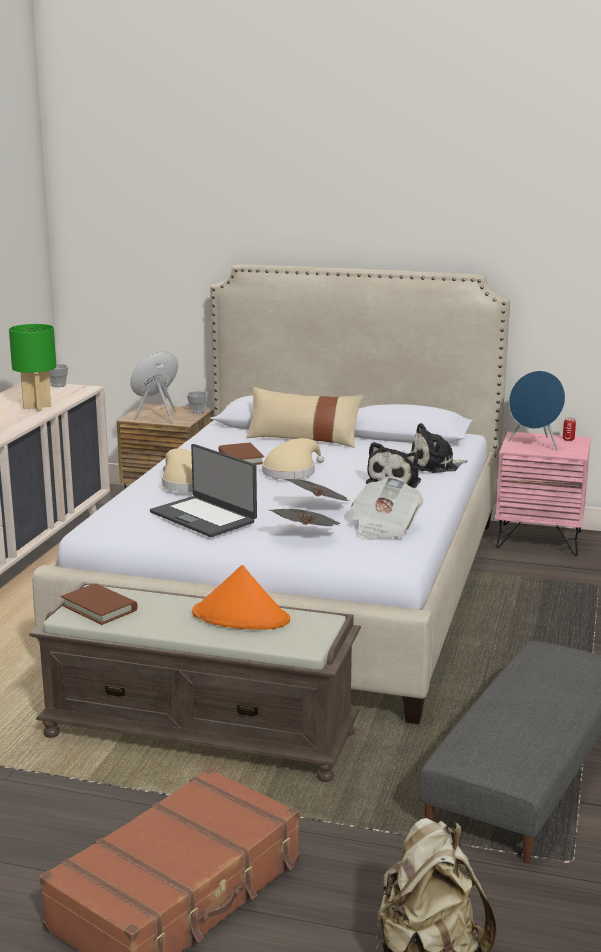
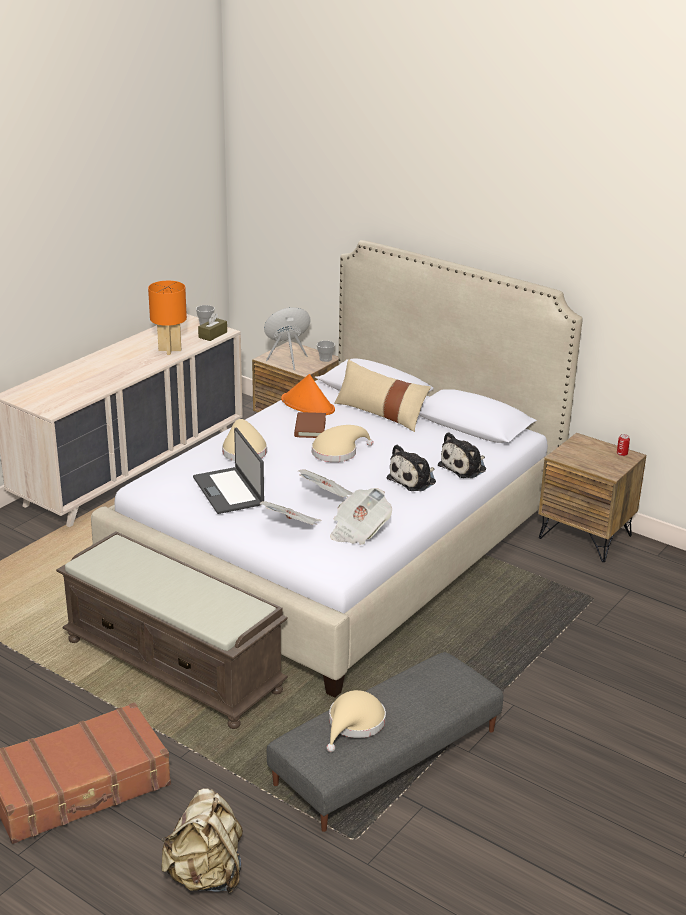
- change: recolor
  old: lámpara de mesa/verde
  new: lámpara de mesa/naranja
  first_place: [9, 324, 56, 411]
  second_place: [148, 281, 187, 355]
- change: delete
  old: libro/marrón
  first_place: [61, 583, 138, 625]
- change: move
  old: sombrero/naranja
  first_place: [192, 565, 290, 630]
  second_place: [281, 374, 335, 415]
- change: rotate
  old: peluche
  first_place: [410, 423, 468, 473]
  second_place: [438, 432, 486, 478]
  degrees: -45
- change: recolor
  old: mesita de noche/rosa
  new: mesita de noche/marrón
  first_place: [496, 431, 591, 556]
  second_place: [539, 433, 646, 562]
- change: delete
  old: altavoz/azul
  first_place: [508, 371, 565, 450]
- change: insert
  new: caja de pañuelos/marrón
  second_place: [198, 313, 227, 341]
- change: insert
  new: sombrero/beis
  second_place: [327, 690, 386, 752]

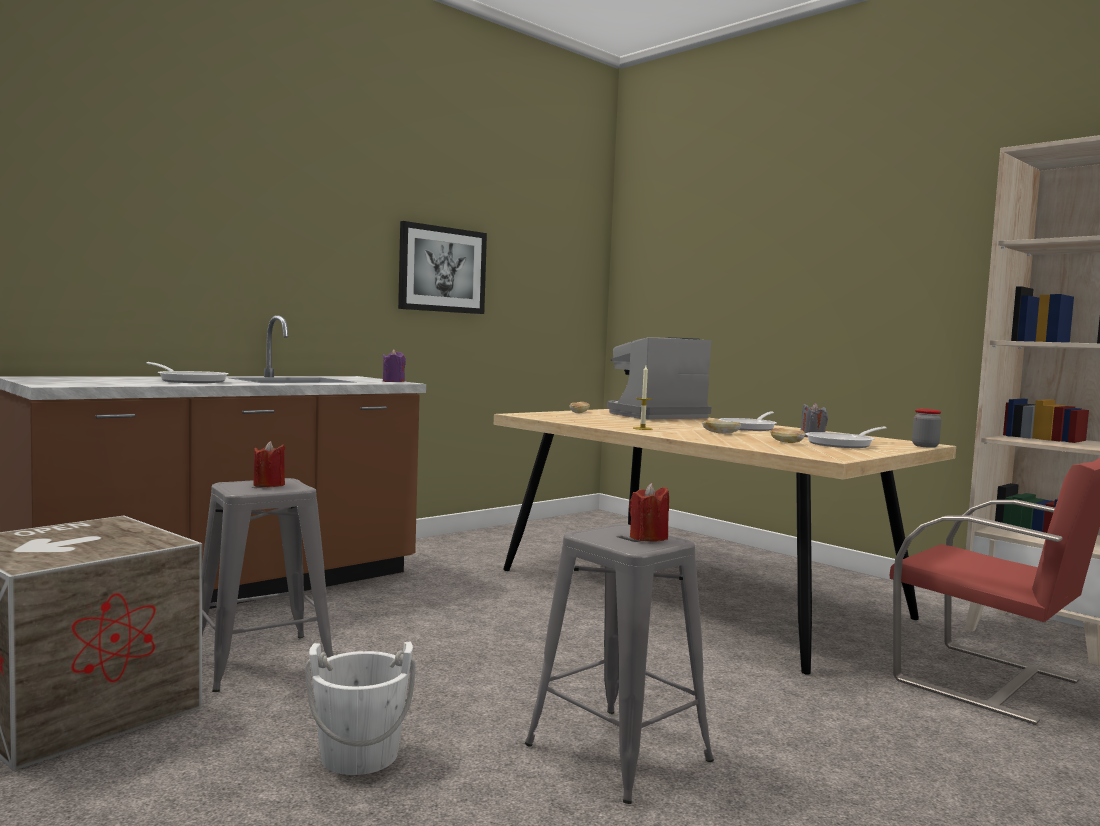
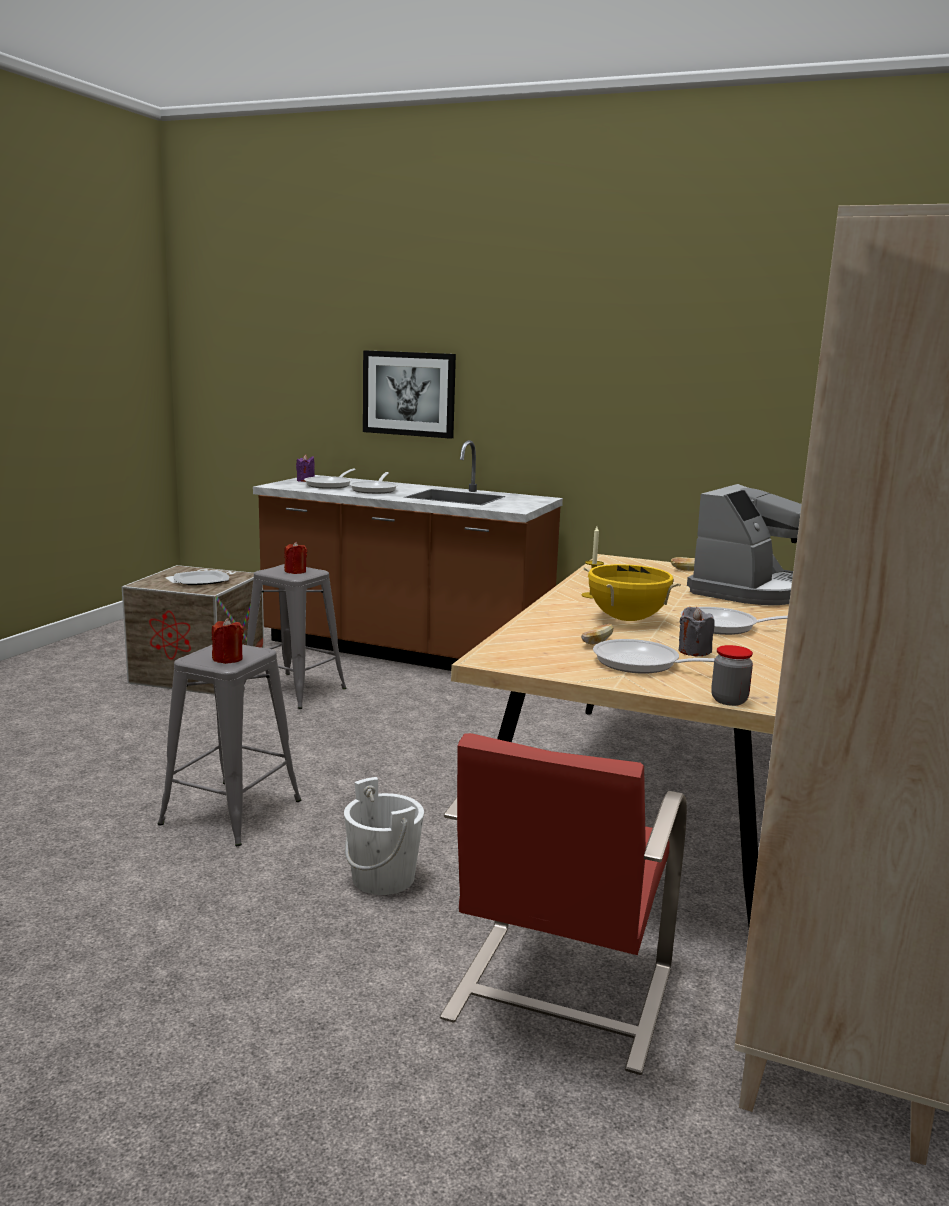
- change: move
  old: cubo/blanco
  first_place: [305, 642, 416, 775]
  second_place: [344, 777, 424, 895]
- change: move
  old: vela/morado
  first_place: [383, 349, 406, 382]
  second_place: [296, 455, 315, 482]
- change: move
  old: cuadro
  first_place: [398, 221, 487, 314]
  second_place: [363, 350, 456, 439]
- change: rotate
  old: cafetera
  first_place: [607, 337, 712, 419]
  second_place: [687, 484, 801, 605]
  degrees: 90
- change: replace
  old: pan
  new: olla/amarillo
  first_place: [702, 420, 741, 434]
  second_place: [583, 564, 681, 621]
- change: insert
  new: plato
  second_place: [173, 570, 229, 585]
- change: insert
  new: sartén
  second_place: [304, 468, 356, 489]

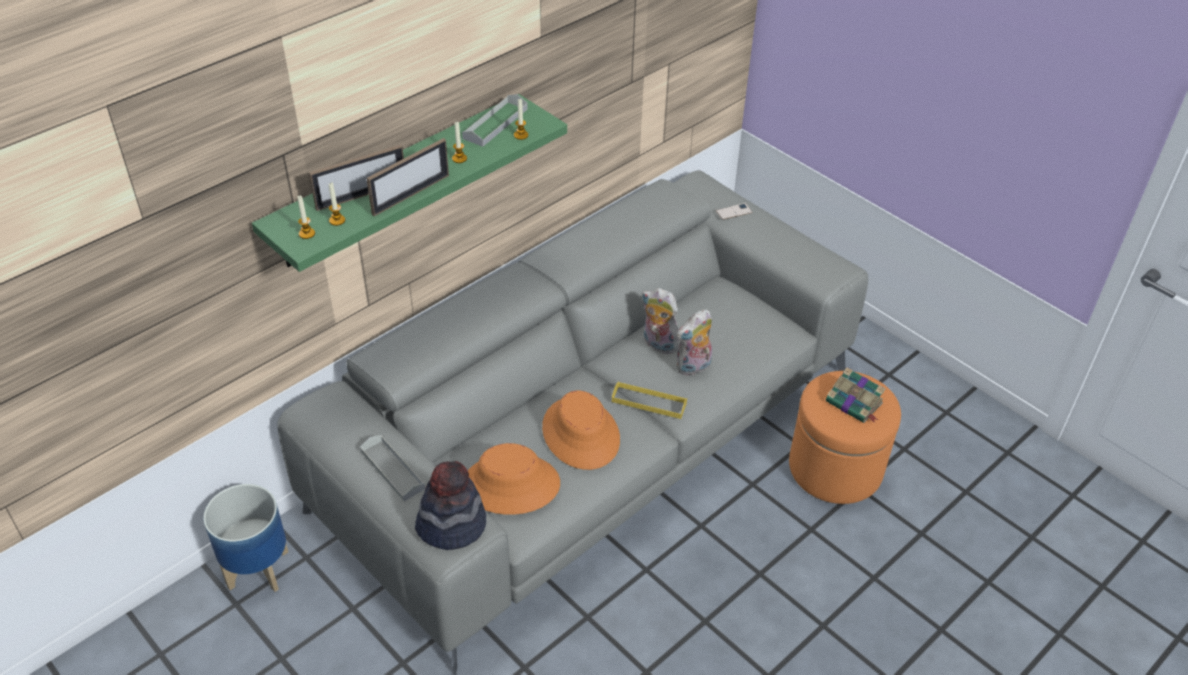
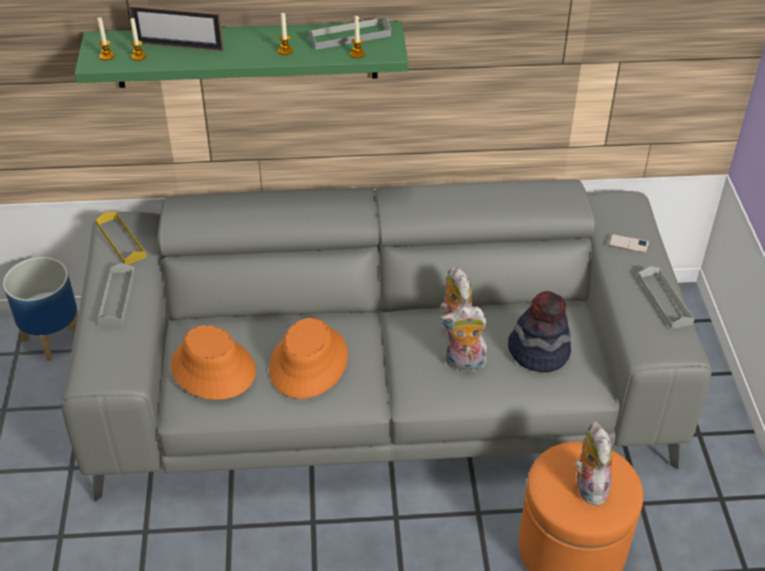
- change: delete
  old: portarretratos
  first_place: [366, 138, 449, 216]
- change: move
  old: sombrero
  first_place: [415, 461, 486, 550]
  second_place: [508, 291, 571, 372]
- change: move
  old: bandeja/amarillo
  first_place: [612, 381, 687, 419]
  second_place: [96, 212, 146, 265]
- change: replace
  old: libro
  new: peluche
  first_place: [826, 367, 886, 423]
  second_place: [574, 421, 613, 506]
- change: insert
  new: bandeja/gris
  second_place: [638, 266, 694, 329]

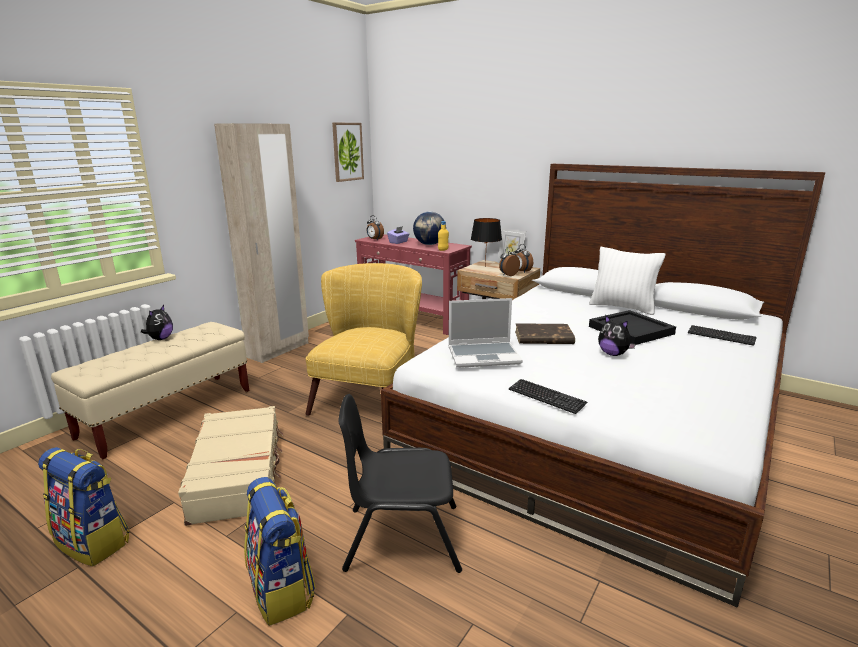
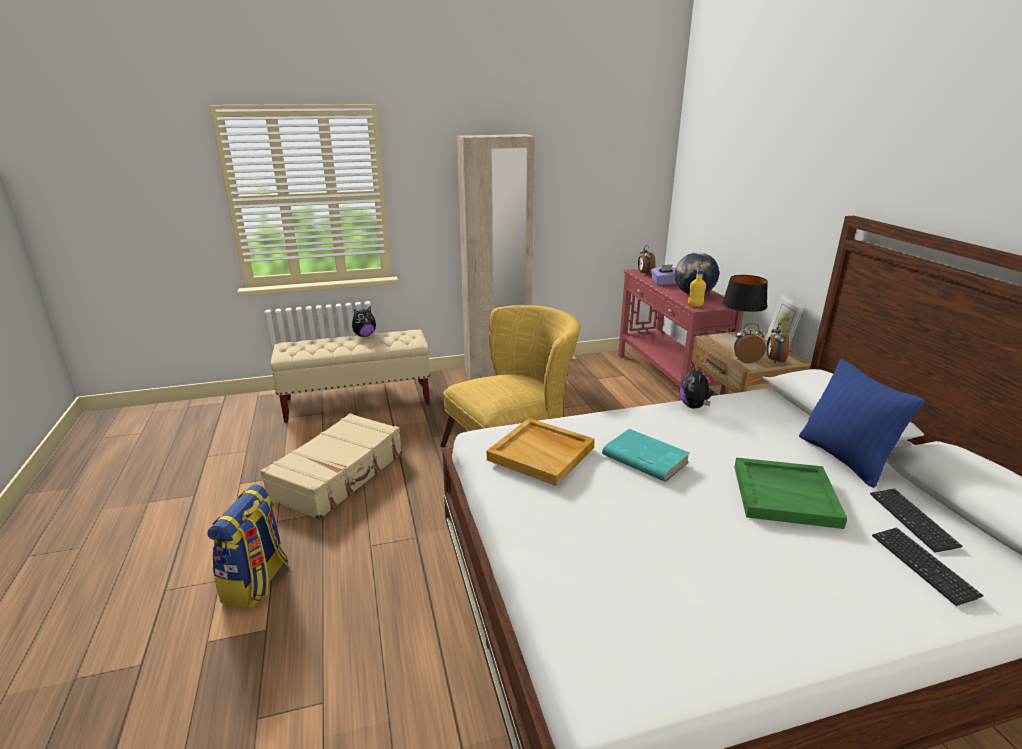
- change: delete
  old: mochila
  first_place: [38, 447, 130, 567]
- change: delete
  old: cuadro
  first_place: [332, 123, 364, 182]
- change: delete
  old: silla/negro
  first_place: [338, 394, 462, 573]
- change: replace
  old: portátil
  new: bandeja/beis
  first_place: [449, 298, 523, 368]
  second_place: [487, 418, 595, 486]
- change: move
  old: teclado
  first_place: [509, 379, 587, 414]
  second_place: [870, 489, 963, 553]
- change: recolor
  old: libro/marrón
  new: libro/turquesa
  first_place: [515, 323, 575, 344]
  second_place: [602, 429, 690, 482]
- change: recolor
  old: cojín/blanco
  new: cojín/azul
  first_place: [589, 247, 666, 315]
  second_place: [799, 359, 925, 488]
- change: recolor
  old: bandeja/negro
  new: bandeja/verde
  first_place: [589, 310, 676, 345]
  second_place: [734, 458, 847, 529]
- change: move
  old: peluche
  first_place: [598, 316, 636, 356]
  second_place: [680, 365, 713, 409]

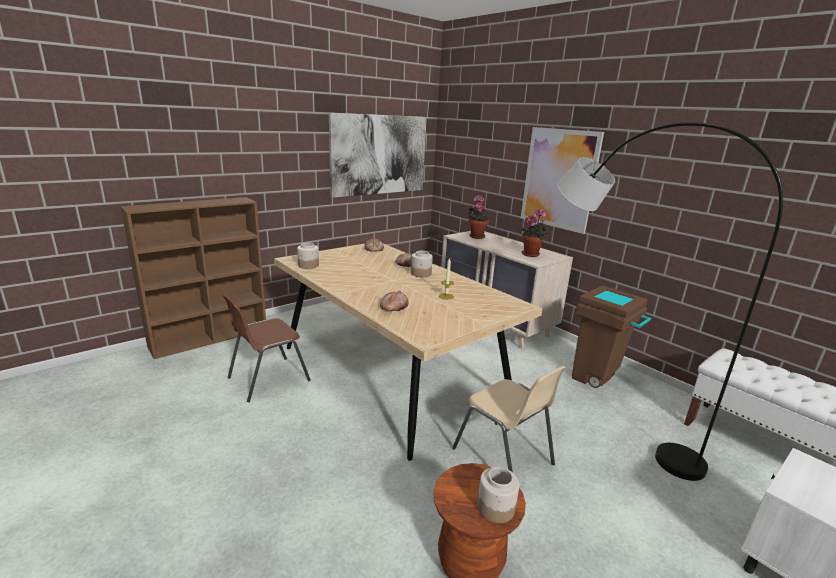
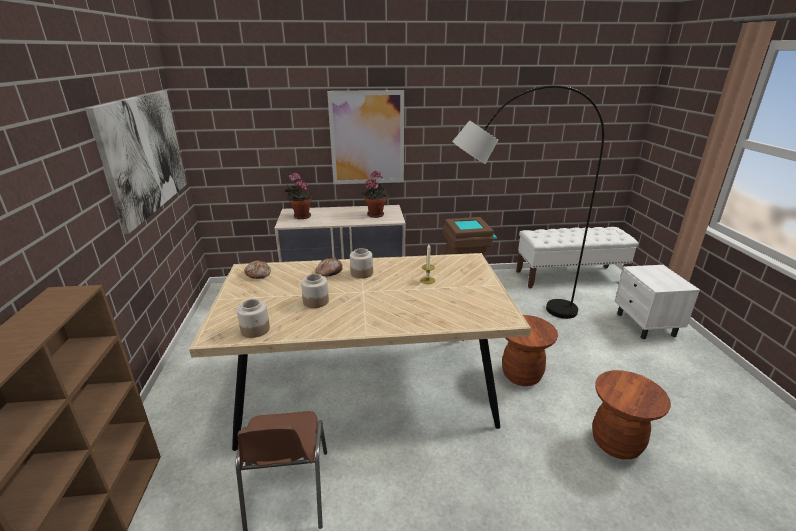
- change: delete
  old: pan
  first_place: [380, 291, 409, 311]
- change: replace
  old: silla/beis
  new: taburete/marrón
  first_place: [452, 366, 566, 472]
  second_place: [502, 315, 558, 386]
- change: move
  old: tarro
  first_place: [477, 467, 519, 523]
  second_place: [301, 274, 329, 308]

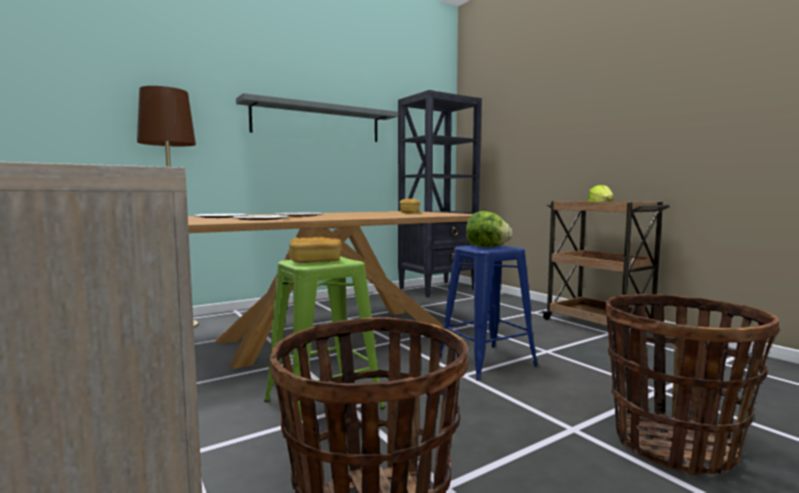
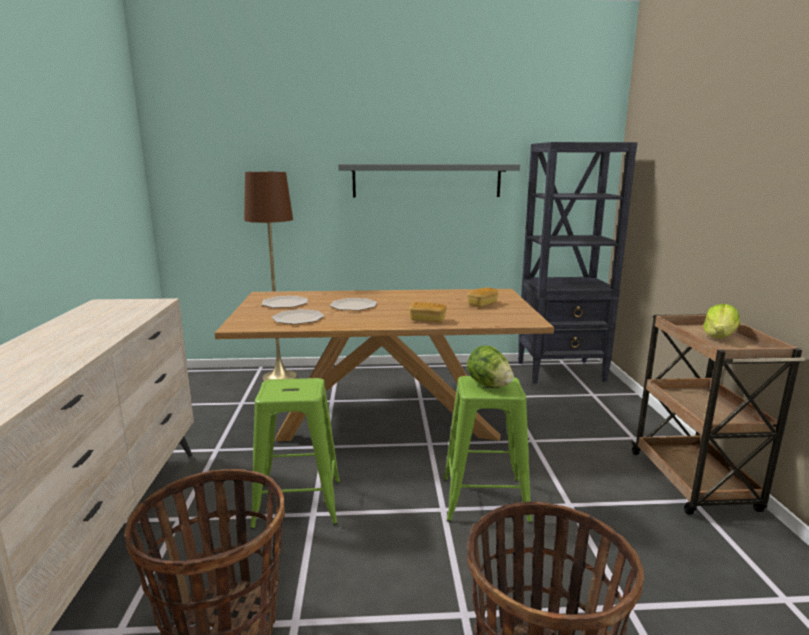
- change: move
  old: pan
  first_place: [289, 237, 341, 263]
  second_place: [410, 302, 447, 322]
- change: recolor
  old: taburete/azul
  new: taburete/verde
  first_place: [440, 245, 538, 381]
  second_place: [444, 376, 532, 523]

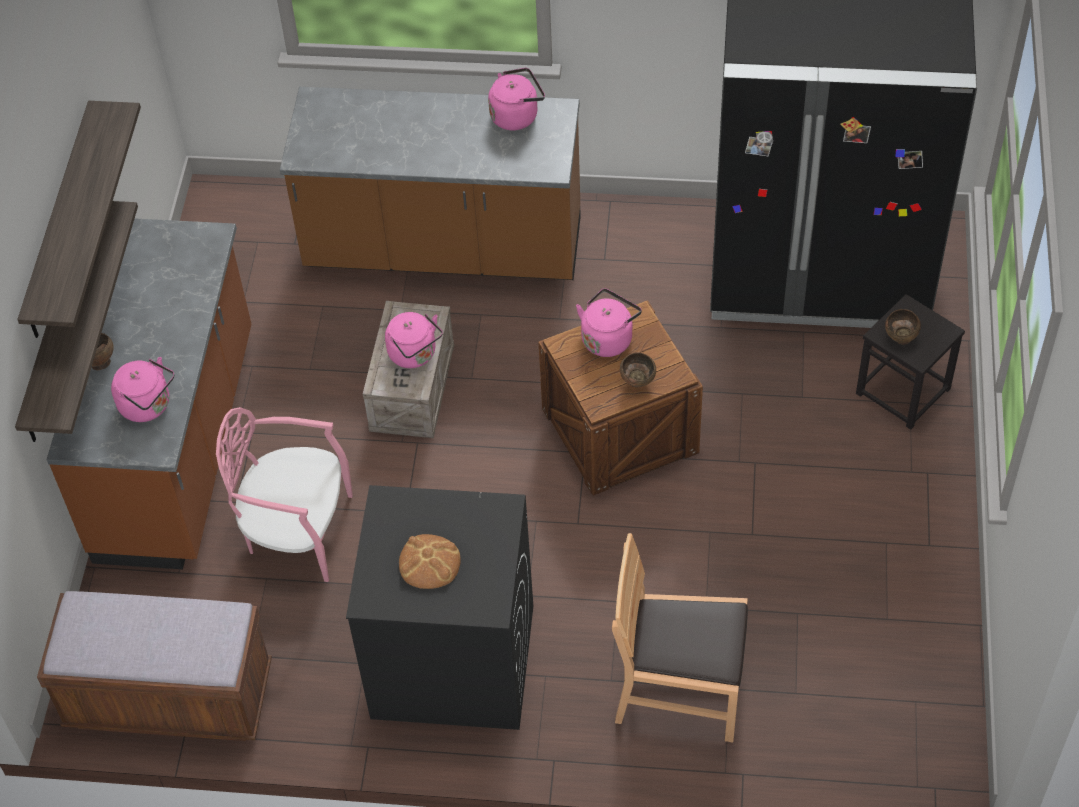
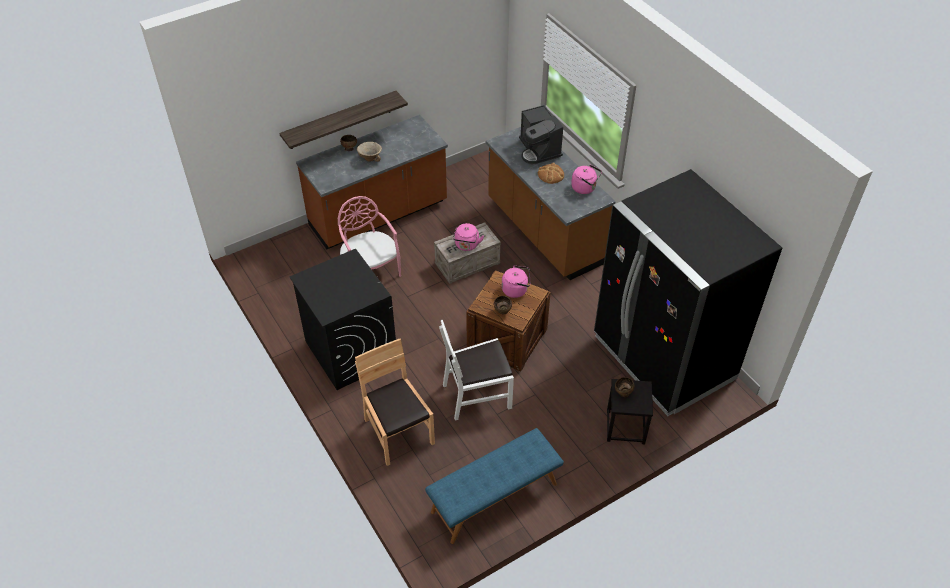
- change: delete
  old: estante
  first_place: [17, 101, 141, 338]
- change: delete
  old: banco/marrón
  first_place: [37, 591, 272, 741]
- change: delete
  old: hervidor/rosa
  first_place: [111, 357, 174, 422]
- change: move
  old: pan
  first_place: [399, 534, 461, 589]
  second_place: [538, 162, 564, 184]
- change: insert
  new: cuenco/beis
  second_place: [357, 142, 382, 162]
- change: insert
  new: banco/azul
  second_place: [425, 428, 564, 544]
- change: insert
  new: silla/blanco
  second_place: [439, 320, 514, 421]
- change: insert
  new: cafetera
  second_place: [519, 105, 563, 165]

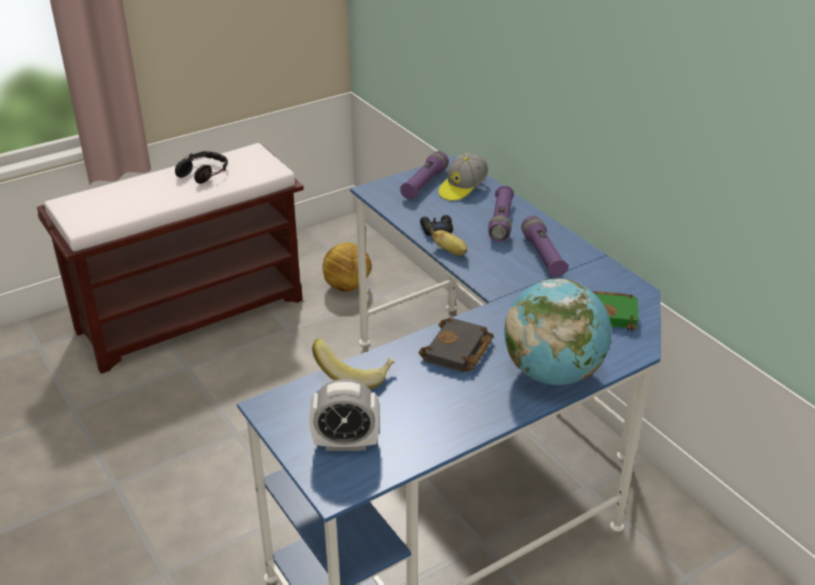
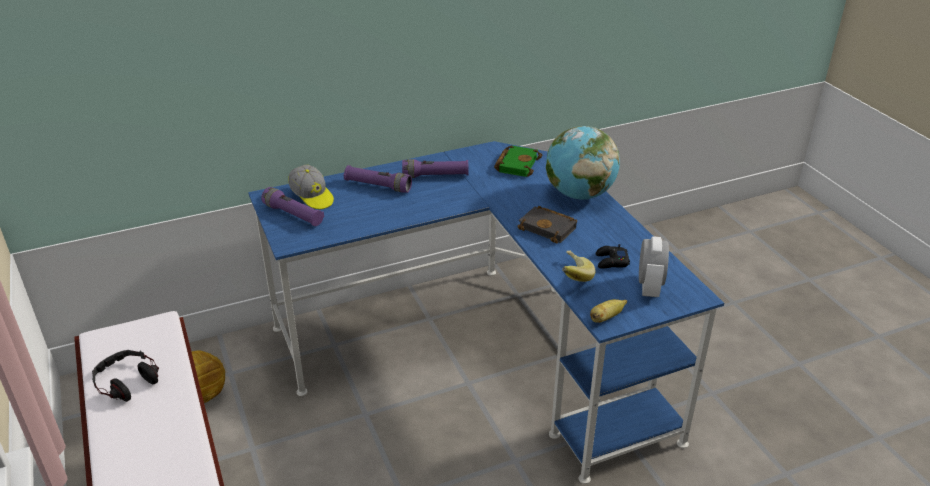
- change: move
  old: mando de consola/negro
  first_place: [420, 215, 453, 236]
  second_place: [596, 244, 630, 269]
- change: move
  old: plátano
  first_place: [430, 228, 467, 255]
  second_place: [590, 299, 627, 323]

